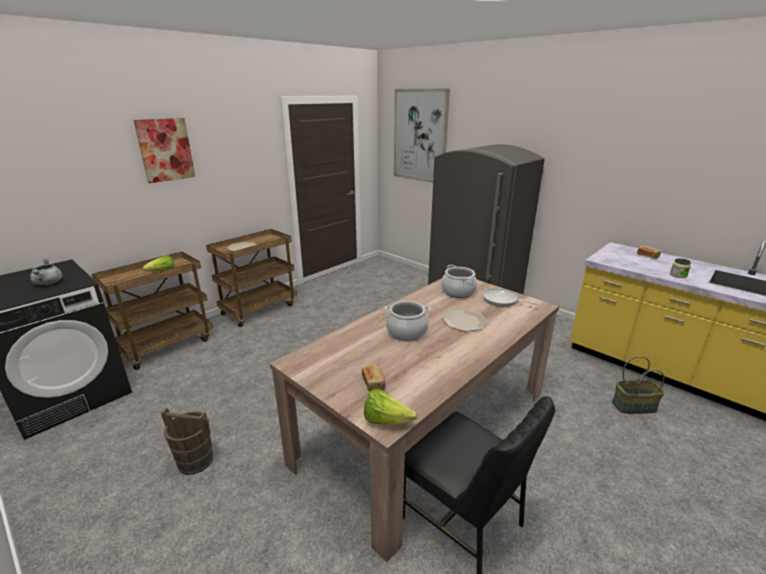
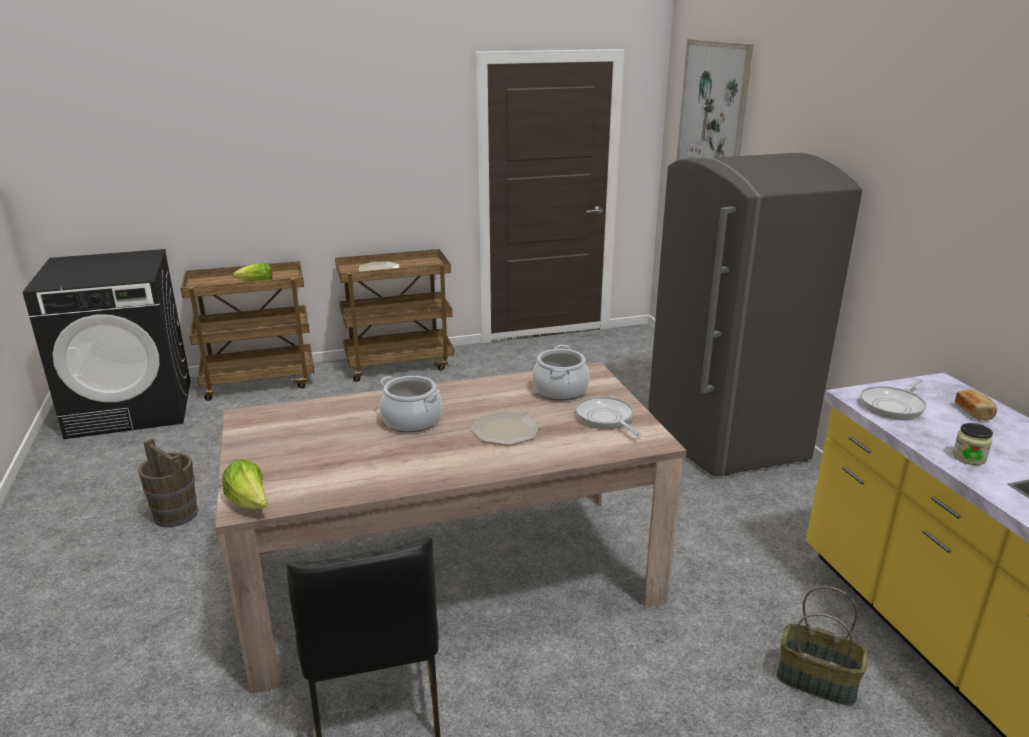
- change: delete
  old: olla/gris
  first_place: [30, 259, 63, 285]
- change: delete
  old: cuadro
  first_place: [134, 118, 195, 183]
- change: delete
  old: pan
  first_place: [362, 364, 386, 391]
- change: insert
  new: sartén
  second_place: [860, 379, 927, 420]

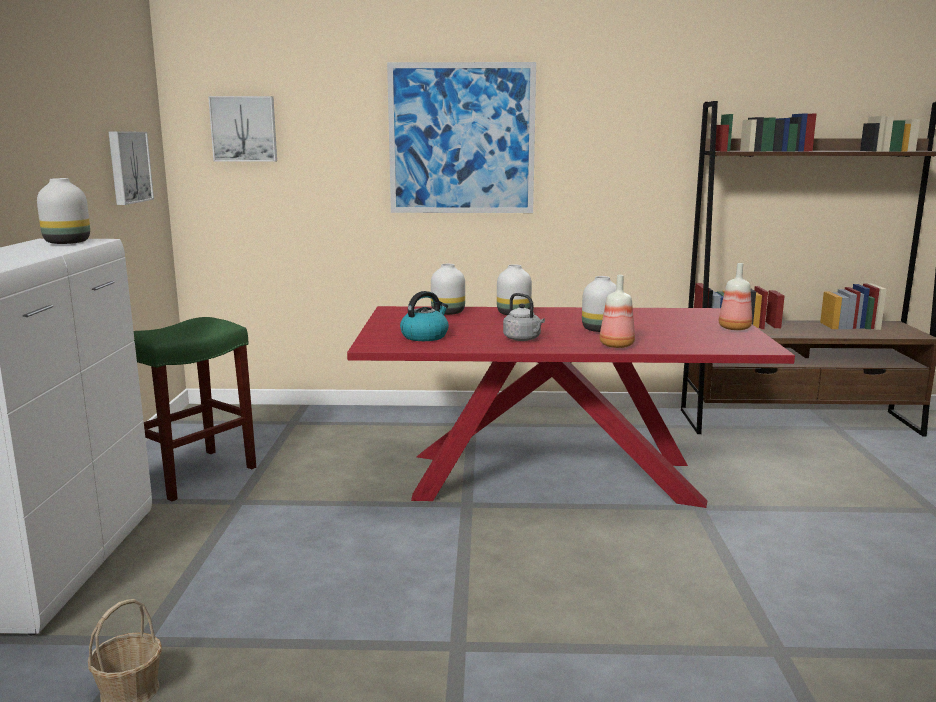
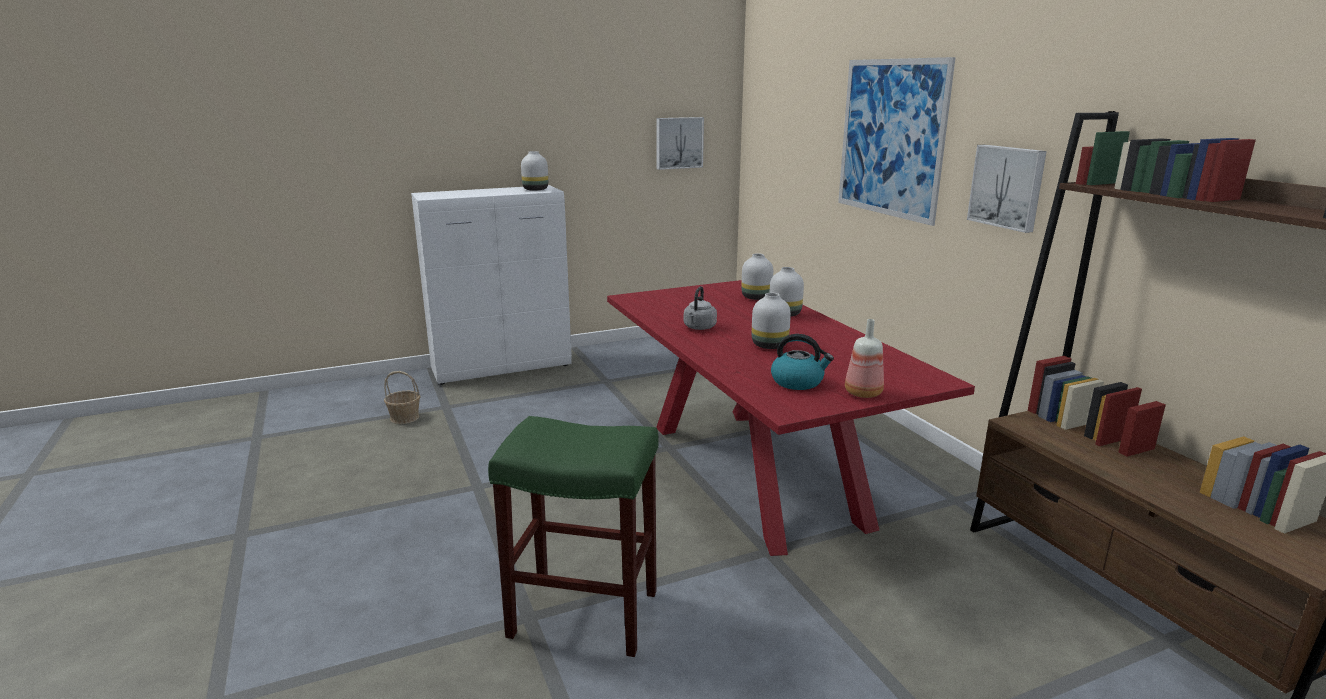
- change: move
  old: taburete/verde
  first_place: [134, 317, 256, 501]
  second_place: [488, 416, 659, 657]
- change: move
  old: cuadro
  first_place: [208, 96, 277, 162]
  second_place: [967, 145, 1047, 233]
- change: move
  old: hervidor
  first_place: [400, 291, 449, 341]
  second_place: [771, 334, 834, 390]
- change: delete
  old: botella
  first_place: [600, 275, 635, 348]

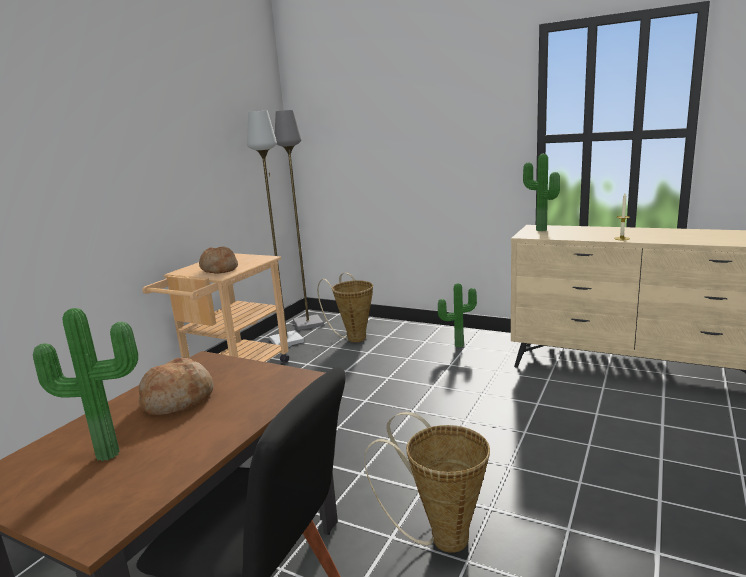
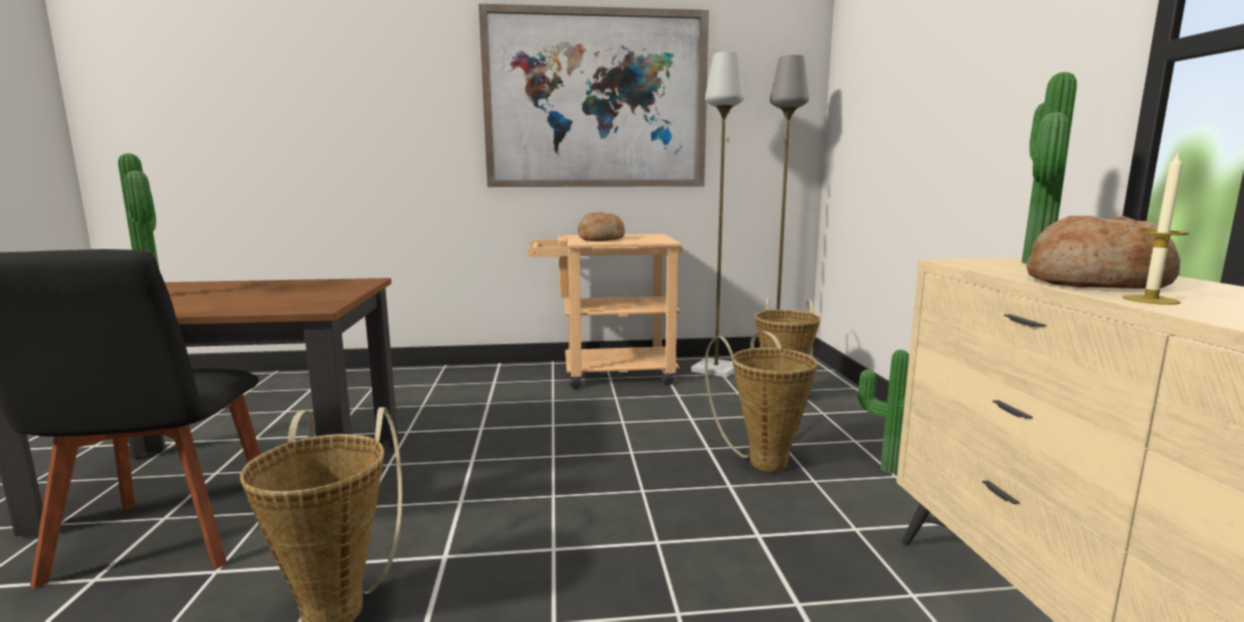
- change: move
  old: pan
  first_place: [139, 358, 214, 415]
  second_place: [1026, 216, 1181, 289]
- change: insert
  new: cuadro
  second_place: [479, 4, 709, 187]
- change: insert
  new: cesta
  second_place: [705, 331, 818, 472]

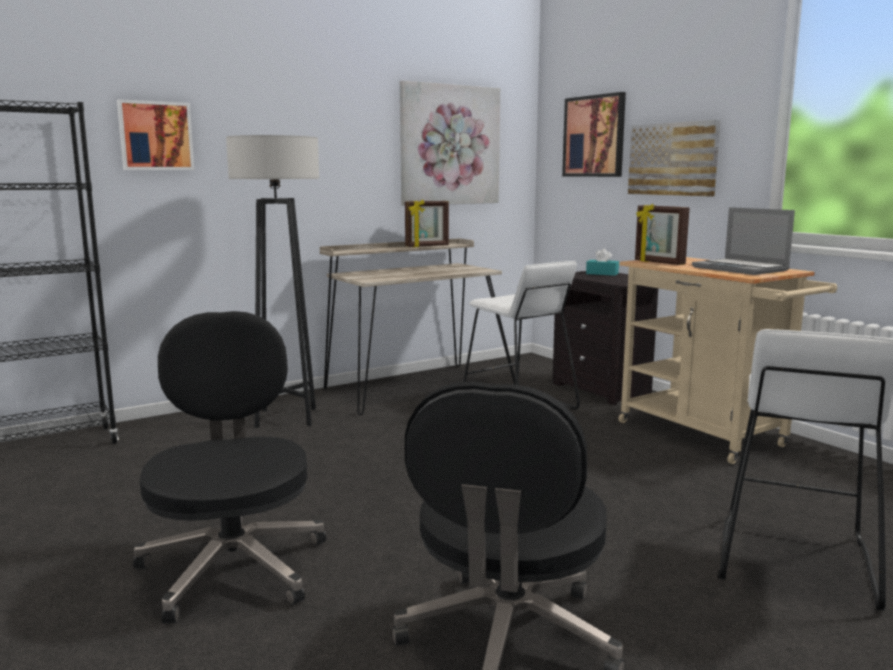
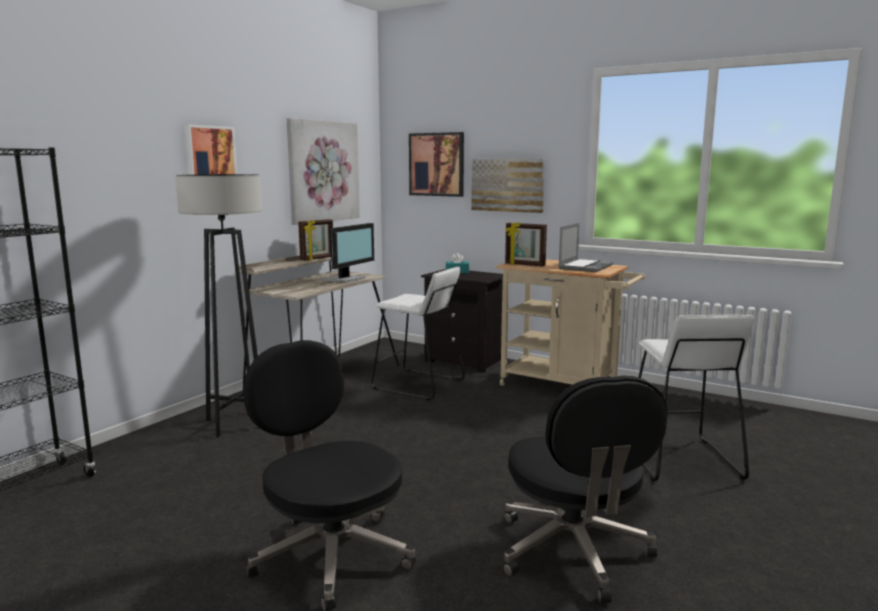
- change: move
  old: cuadro
  first_place: [117, 99, 194, 170]
  second_place: [184, 124, 237, 175]
- change: rotate
  old: portátil
  first_place: [692, 207, 795, 275]
  second_place: [558, 223, 613, 272]
  degrees: -90
- change: insert
  new: monitor
  second_place: [323, 223, 374, 283]

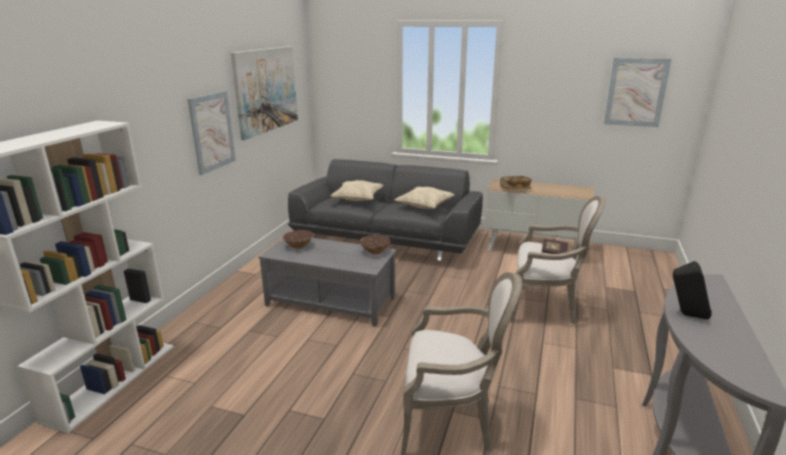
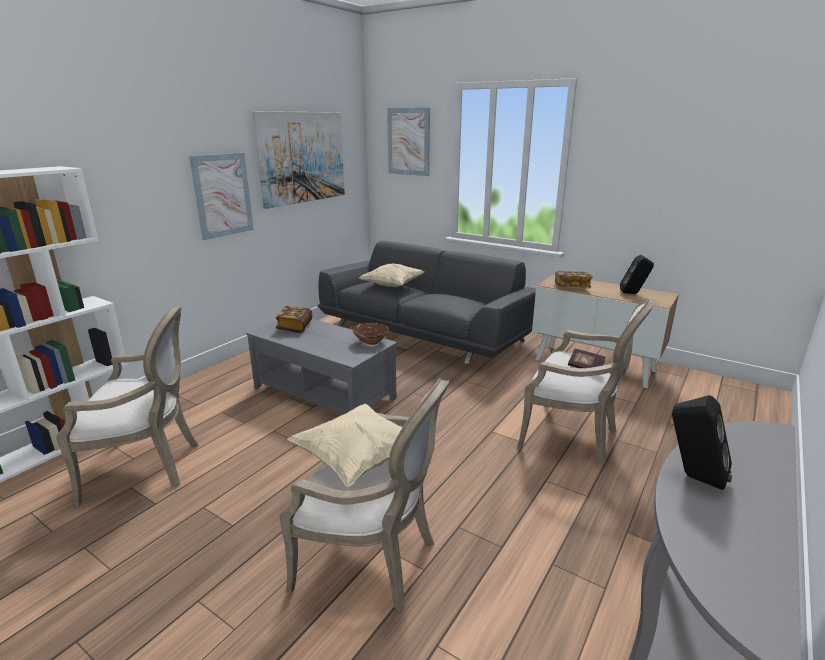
- change: replace
  old: cuenco/marrón
  new: libro
  first_place: [283, 230, 313, 249]
  second_place: [276, 306, 312, 333]
- change: move
  old: cojín/beis
  first_place: [395, 187, 455, 209]
  second_place: [287, 404, 402, 487]
- change: move
  old: cuadro
  first_place: [604, 58, 671, 127]
  second_place: [387, 108, 430, 176]
- change: insert
  new: sillón
  second_place: [56, 306, 199, 506]
- change: insert
  new: altavoz/negro
  second_place: [620, 255, 654, 294]

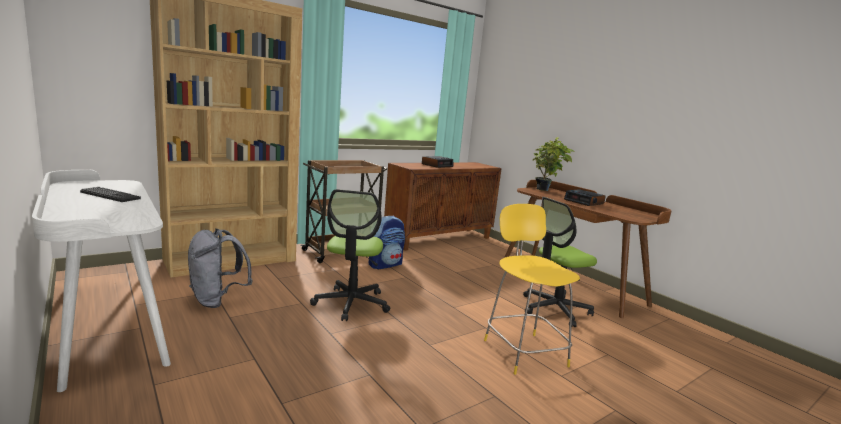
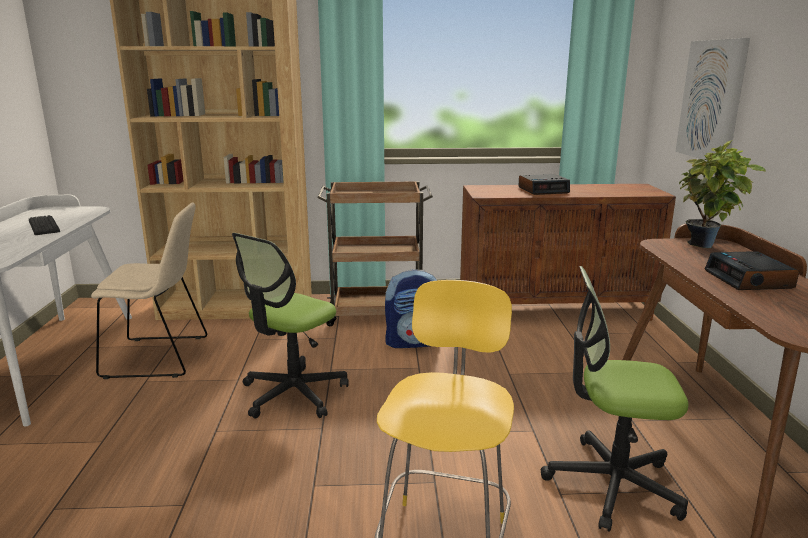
- change: replace
  old: mochila/gris
  new: silla/beis
  first_place: [188, 228, 252, 308]
  second_place: [91, 202, 207, 379]
- change: insert
  new: cuadro
  second_place: [675, 38, 750, 161]

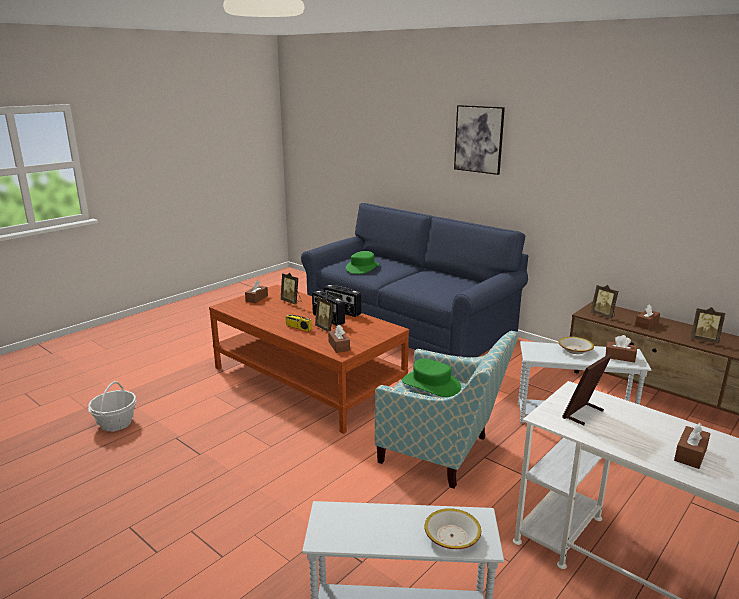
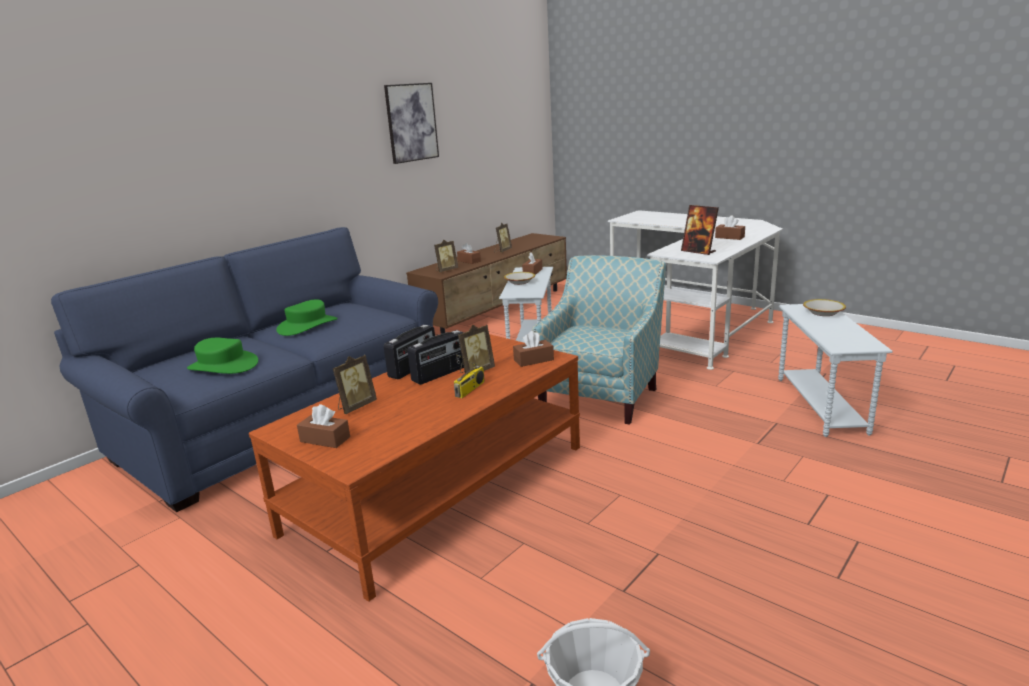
- change: move
  old: sombrero/verde
  first_place: [402, 359, 461, 397]
  second_place: [276, 299, 338, 336]
- change: move
  old: cuadro
  first_place: [454, 105, 505, 175]
  second_place: [384, 83, 439, 164]

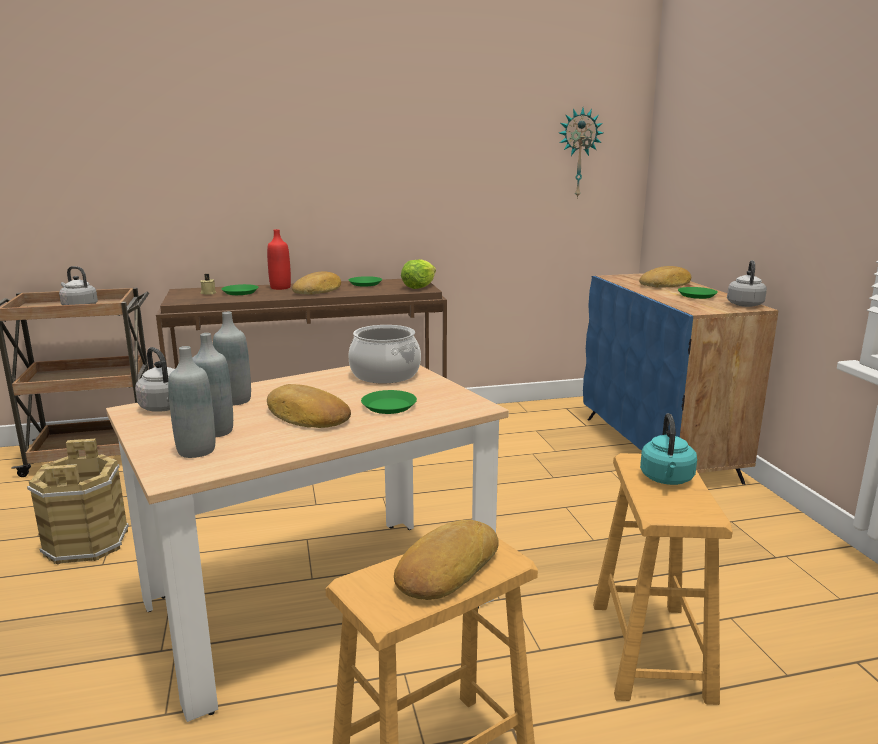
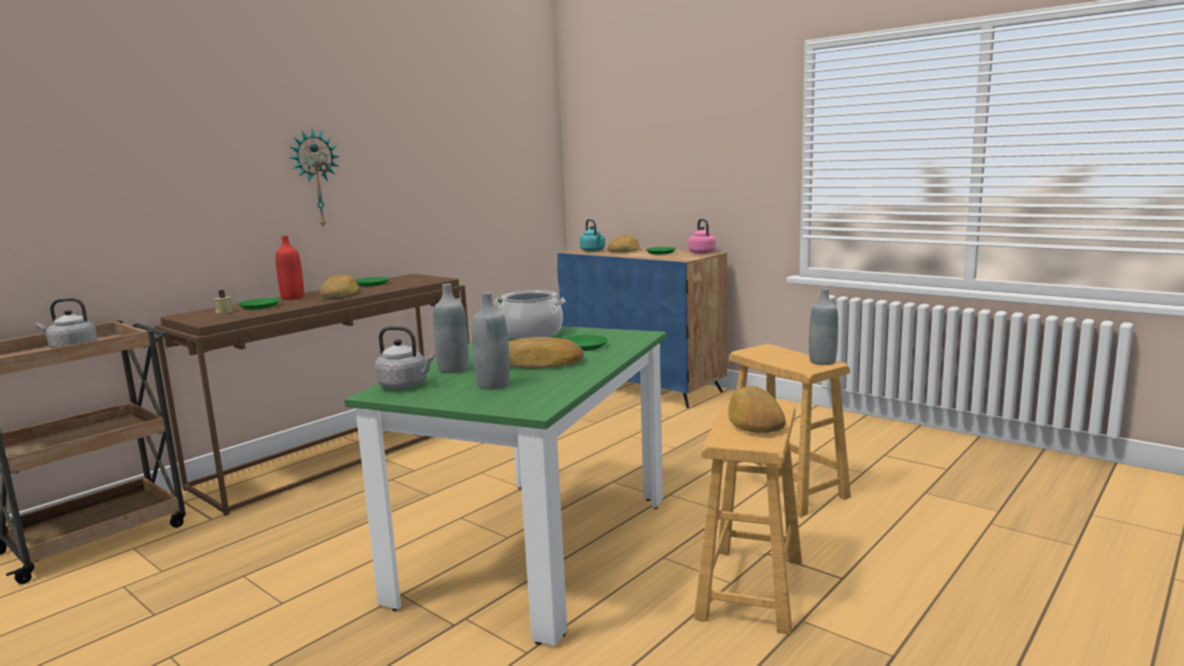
- change: delete
  old: cubo/marrón
  first_place: [27, 439, 129, 565]
- change: recolor
  old: mesa de comedor/beis
  new: mesa de comedor/verde
  first_place: [106, 365, 509, 722]
  second_place: [344, 326, 666, 646]
- change: move
  old: botella/gris
  first_place: [168, 346, 215, 458]
  second_place: [809, 288, 838, 365]
- change: delete
  old: lechuga
  first_place: [401, 259, 436, 289]
- change: move
  old: reloj de pared
  first_place: [559, 108, 603, 199]
  second_place: [290, 129, 339, 229]
- change: move
  old: hervidor/turquesa
  first_place: [640, 413, 697, 485]
  second_place: [580, 219, 605, 252]
- change: recolor
  old: hervidor/gris
  new: hervidor/rosa
  first_place: [727, 260, 767, 307]
  second_place: [688, 219, 716, 254]

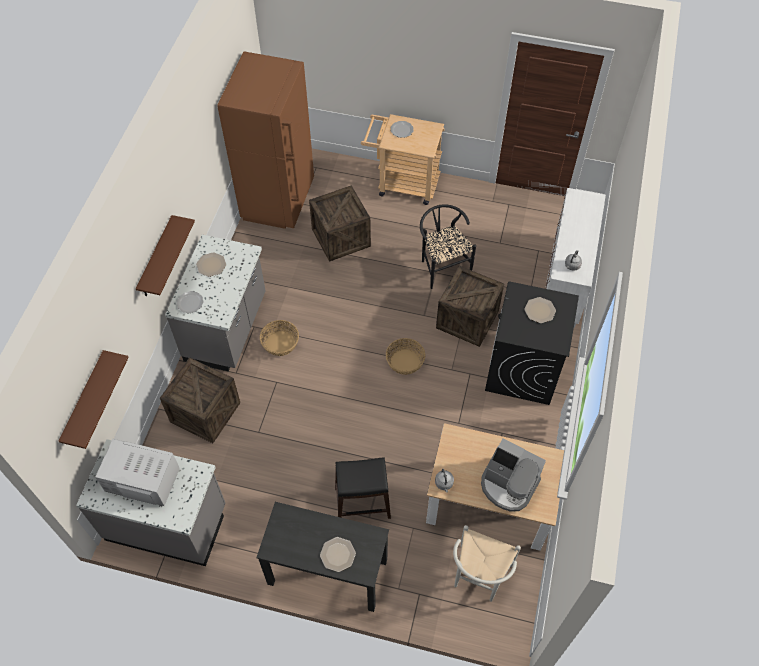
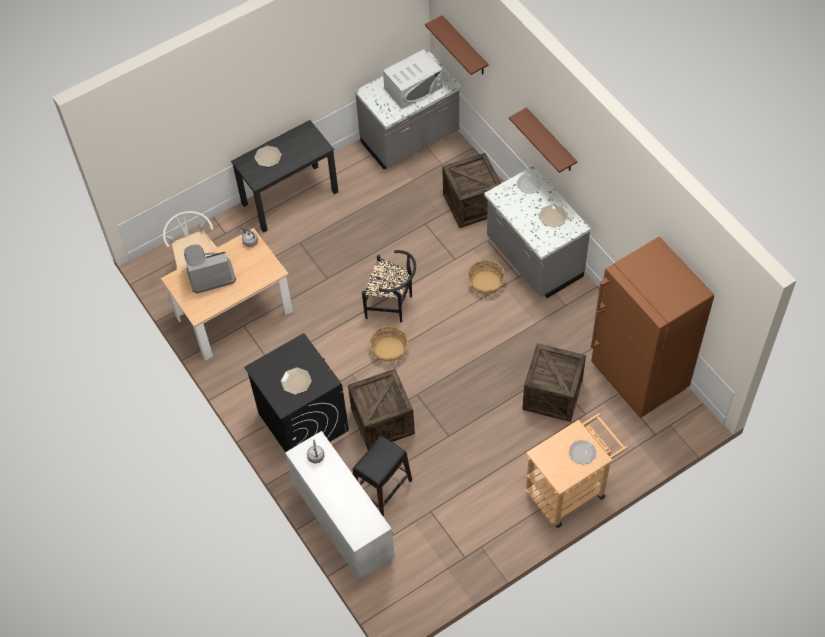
- change: move
  old: taburete/negro
  first_place: [335, 457, 391, 519]
  second_place: [353, 435, 412, 516]
- change: move
  old: silla/negro
  first_place: [420, 204, 476, 289]
  second_place: [362, 250, 416, 322]

